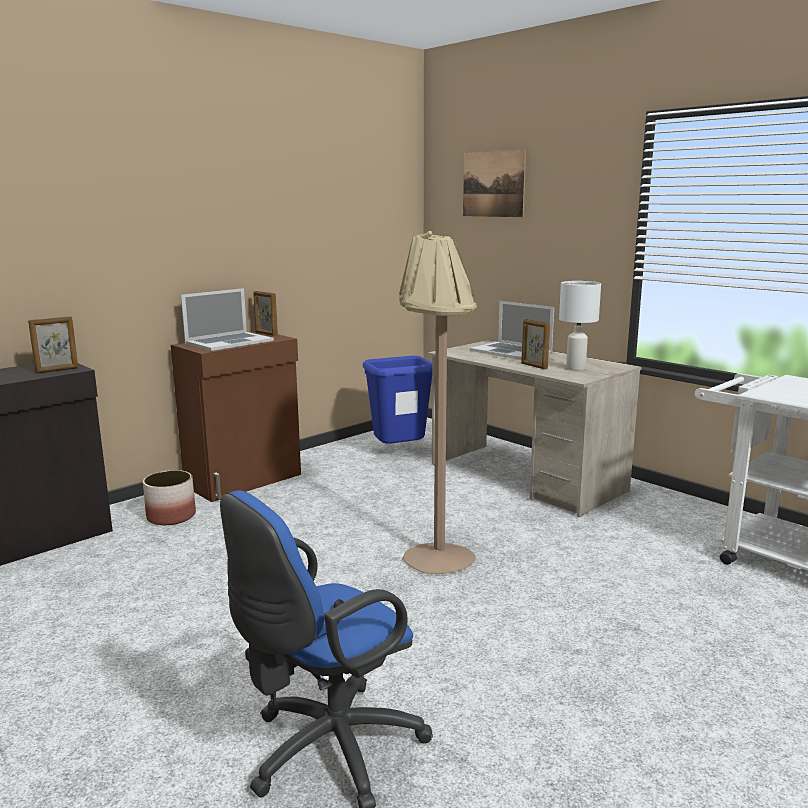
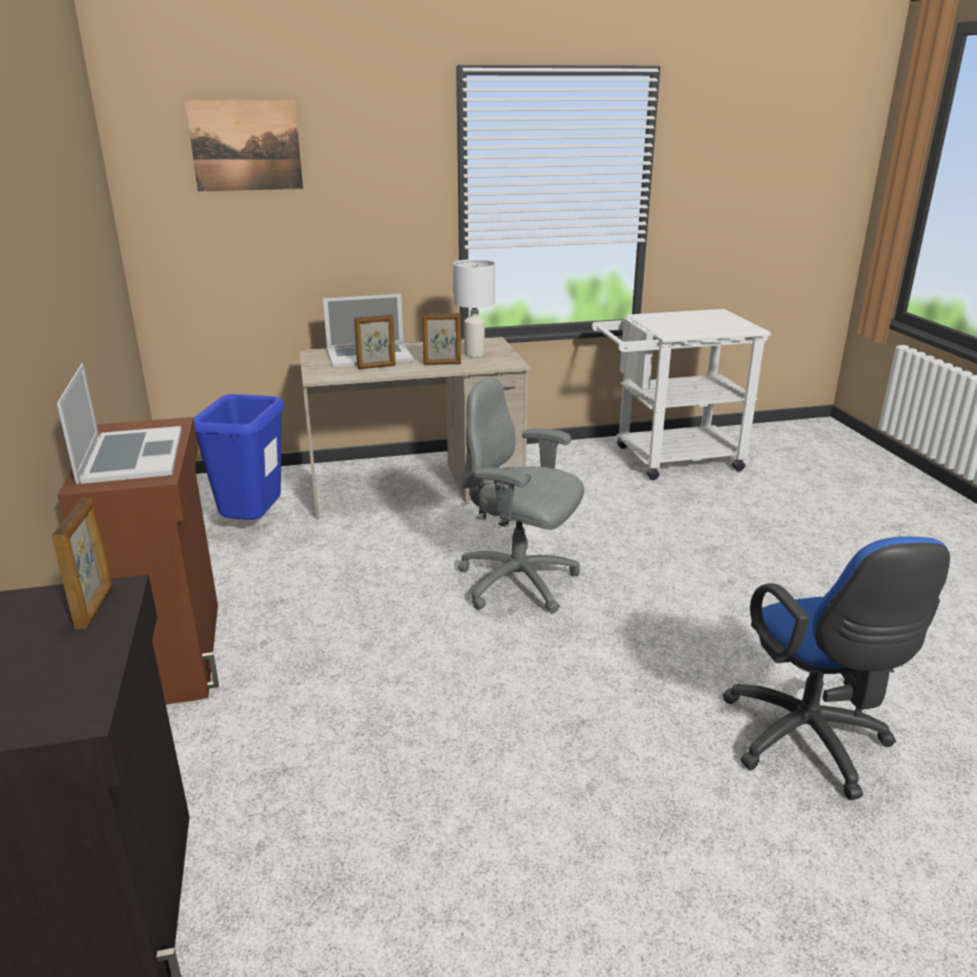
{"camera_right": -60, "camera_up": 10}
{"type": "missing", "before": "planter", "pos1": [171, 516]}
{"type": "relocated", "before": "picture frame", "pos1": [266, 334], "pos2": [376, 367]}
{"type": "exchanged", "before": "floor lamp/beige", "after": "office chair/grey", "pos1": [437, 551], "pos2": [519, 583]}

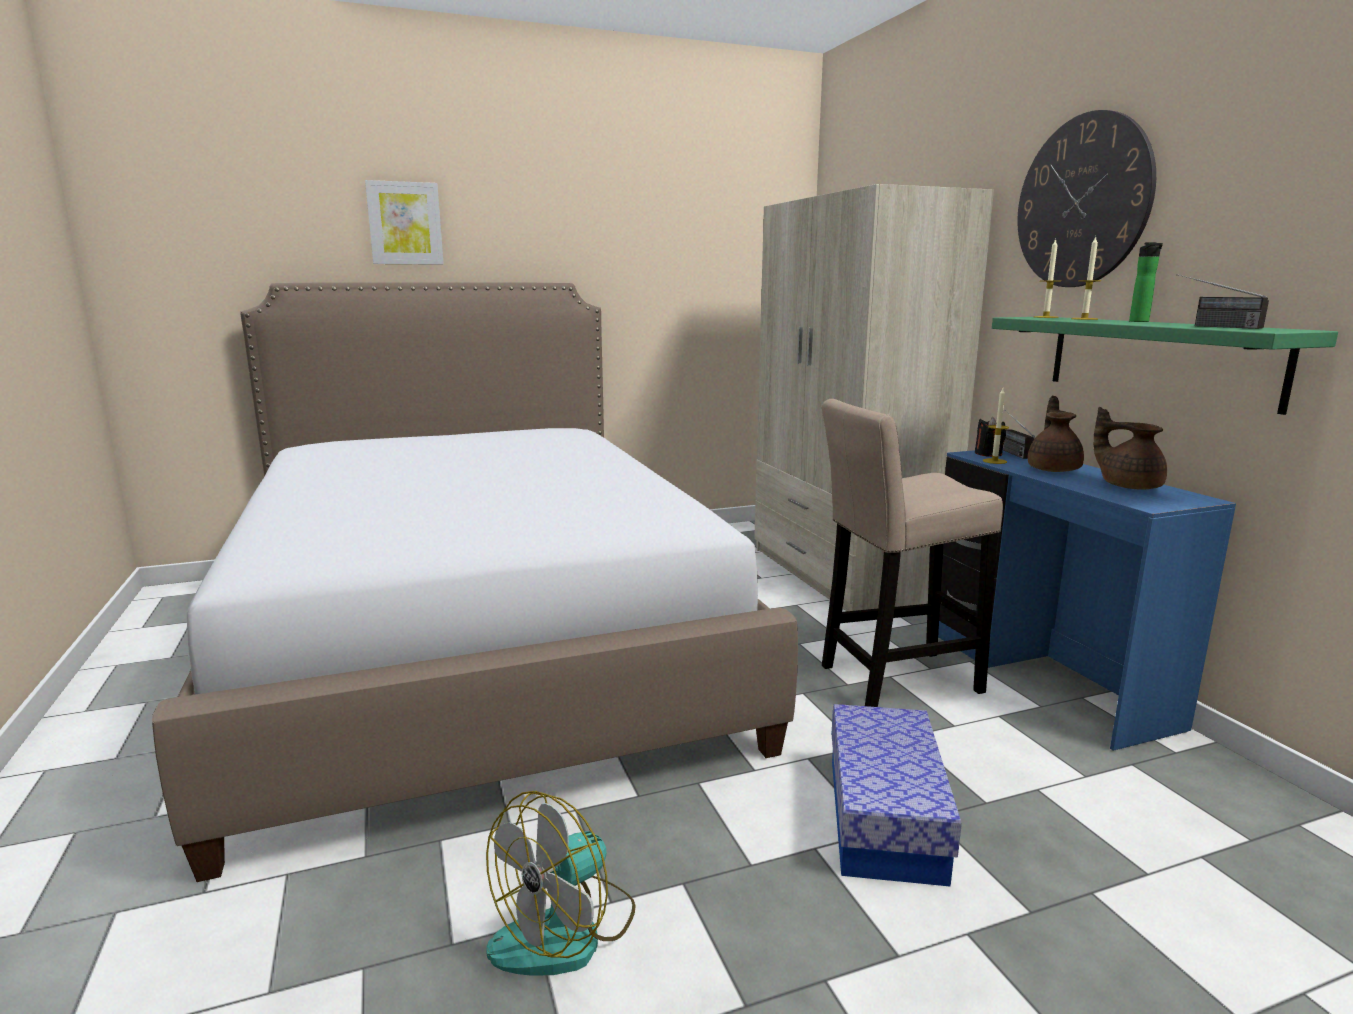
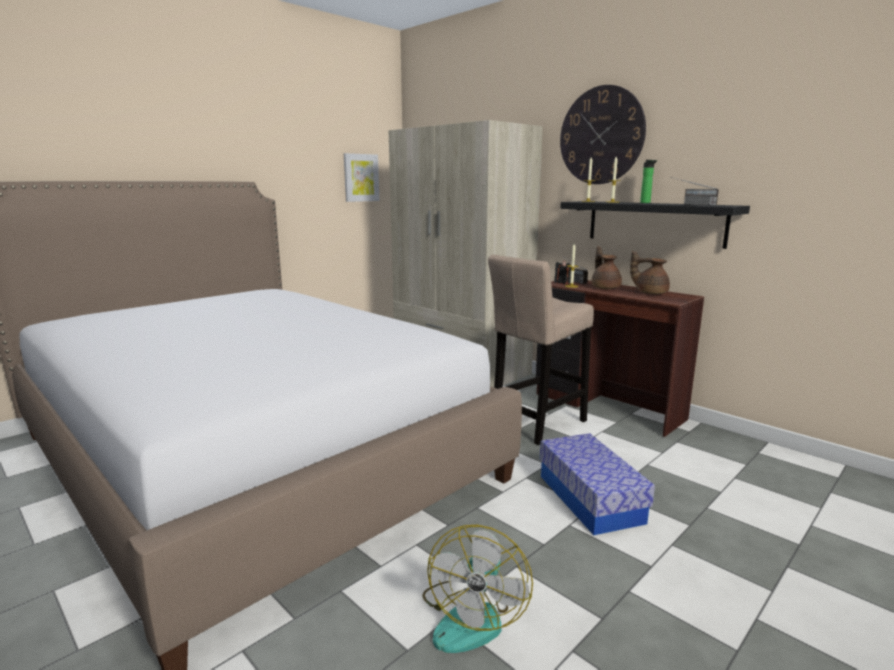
{"camera_right": -25, "camera_up": 0}
{"type": "relocated", "before": "picture", "pos1": [405, 223], "pos2": [361, 177]}
{"type": "colour", "before": "desk/blue", "after": "desk/brown", "pos1": [1043, 678], "pos2": [607, 407]}
{"type": "colour", "before": "shelf/green", "after": "shelf/black", "pos1": [1159, 359], "pos2": [654, 223]}

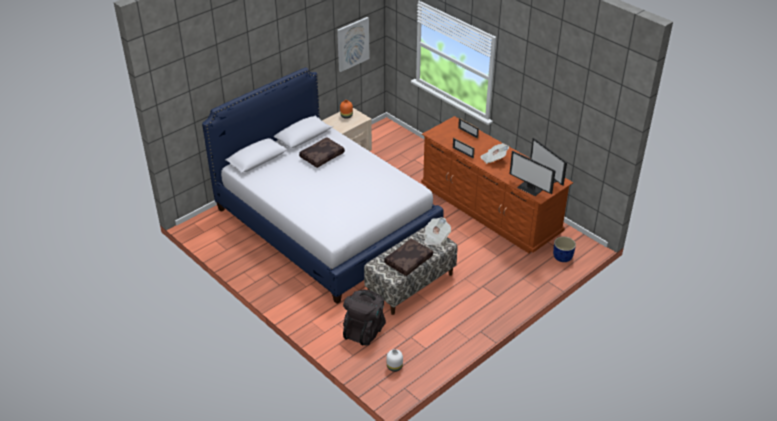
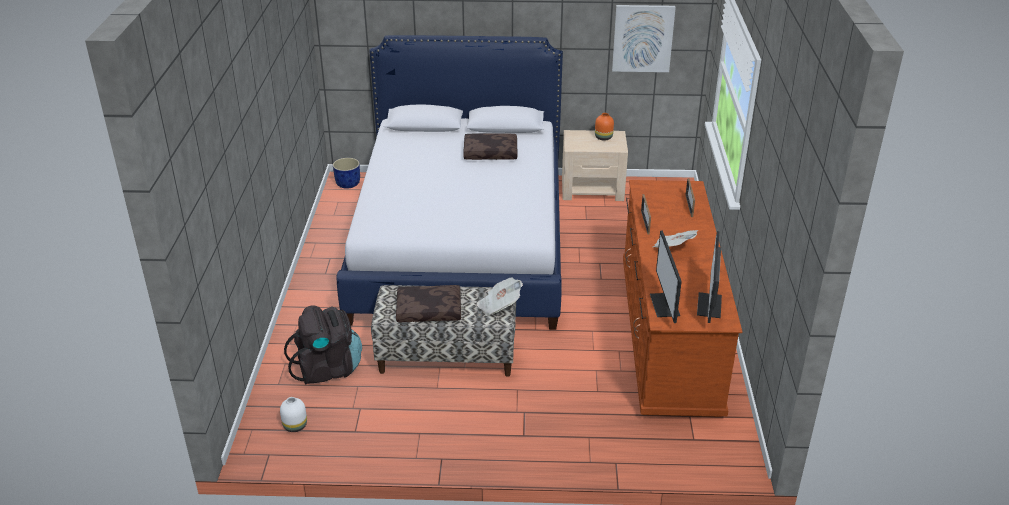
{"camera_right": 45, "camera_up": -5}
{"type": "relocated", "before": "planter/blue", "pos1": [563, 257], "pos2": [348, 184]}

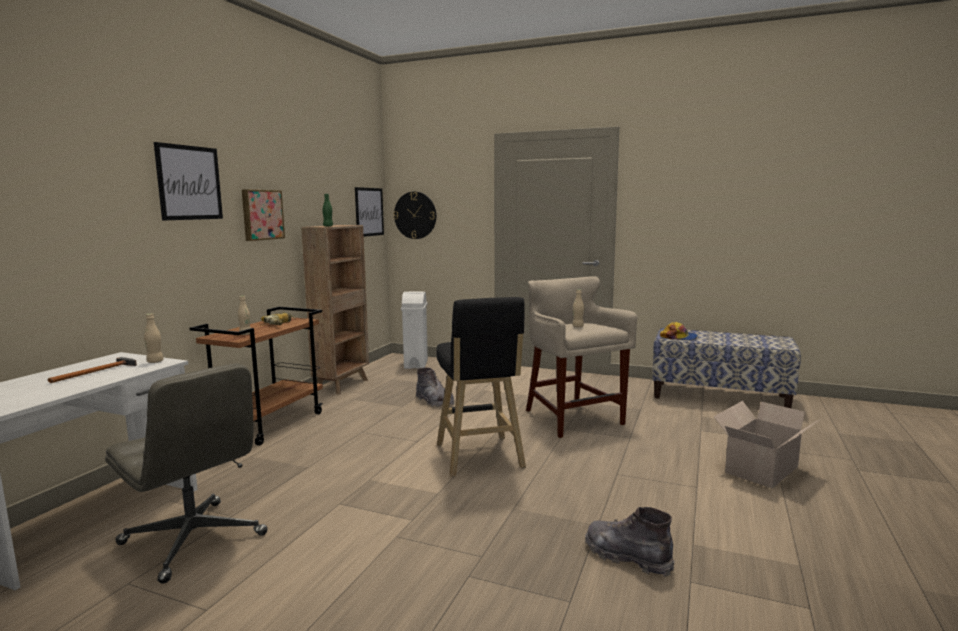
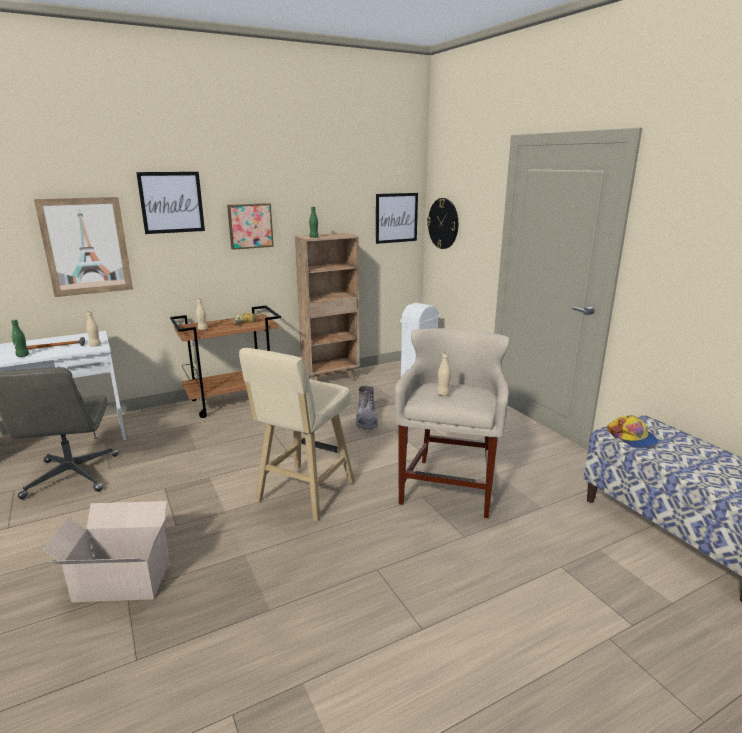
{"camera_right": 40, "camera_up": 10}
{"type": "missing", "before": "boot/grey", "pos1": [627, 557]}
{"type": "appeared", "after": "bottle/green", "pos2": [23, 356]}
{"type": "appeared", "after": "picture", "pos2": [86, 246]}
{"type": "relocated", "before": "cardboard box", "pos1": [760, 470], "pos2": [120, 580]}
{"type": "colour", "before": "stool/black", "after": "stool/beige", "pos1": [480, 458], "pos2": [303, 494]}

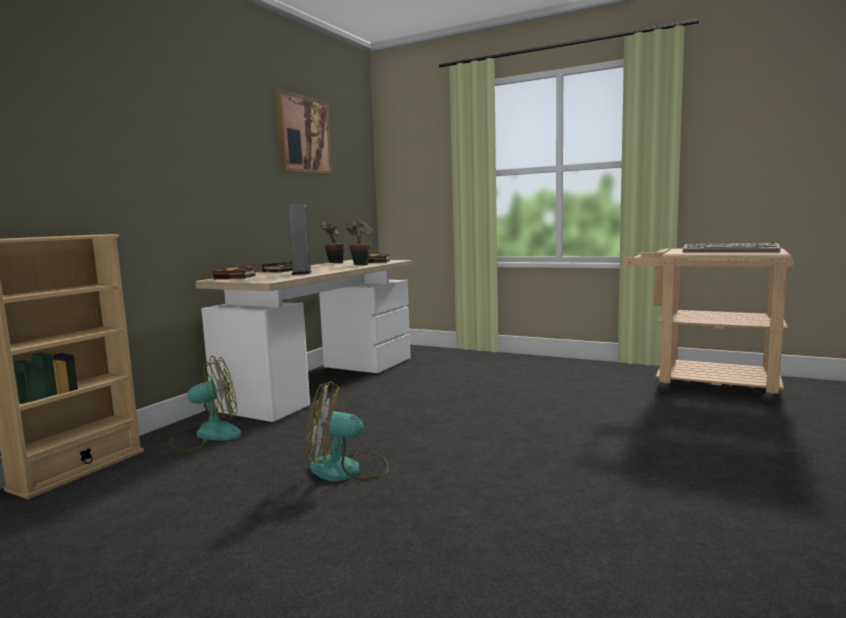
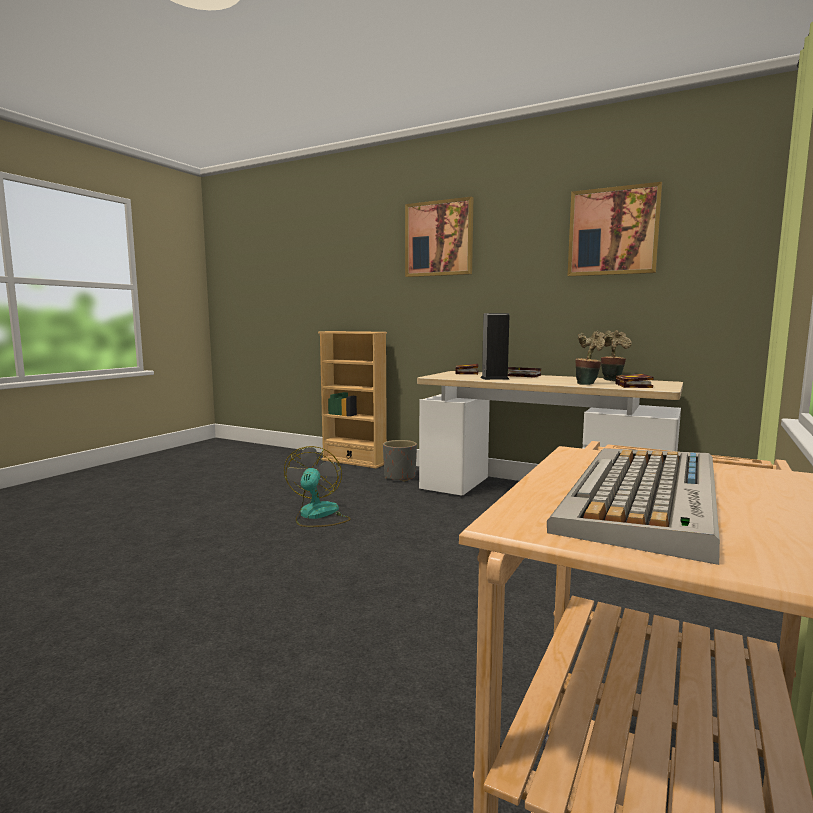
{"camera_right": 90, "camera_up": 0}
{"type": "appeared", "after": "picture", "pos2": [439, 239]}
{"type": "exchanged", "before": "fan", "after": "planter/grey", "pos1": [207, 435], "pos2": [400, 477]}

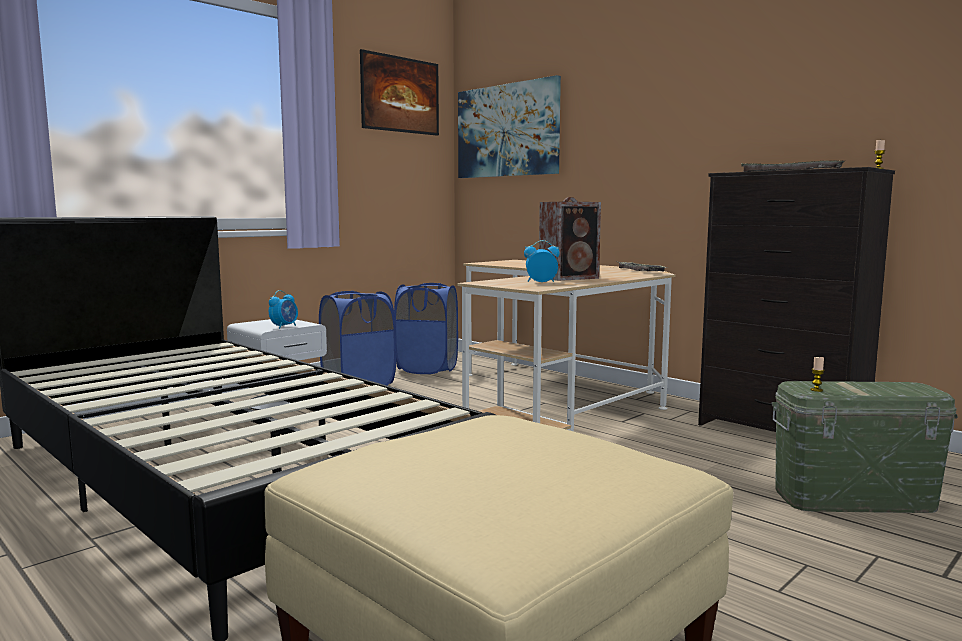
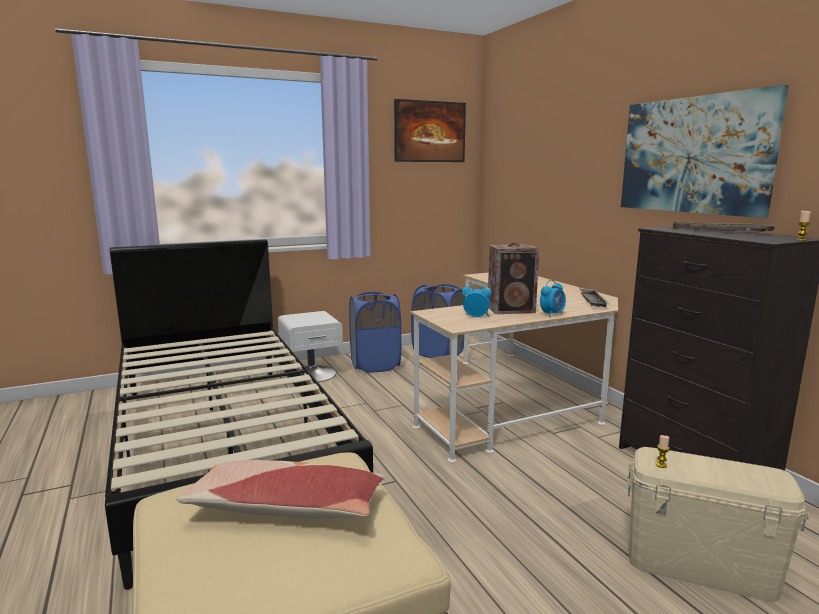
{"camera_right": 20, "camera_up": 5}
{"type": "appeared", "after": "pillow", "pos2": [285, 508]}
{"type": "relocated", "before": "alarm clock", "pos1": [284, 326], "pos2": [552, 314]}
{"type": "relocated", "before": "picture", "pos1": [507, 130], "pos2": [694, 155]}
{"type": "colour", "before": "storage box/green", "after": "storage box/beige", "pos1": [853, 499], "pos2": [699, 566]}

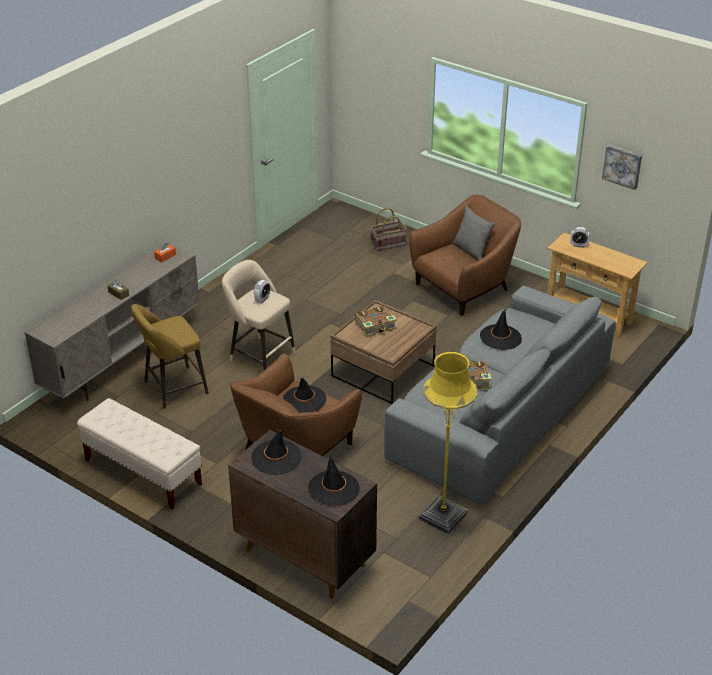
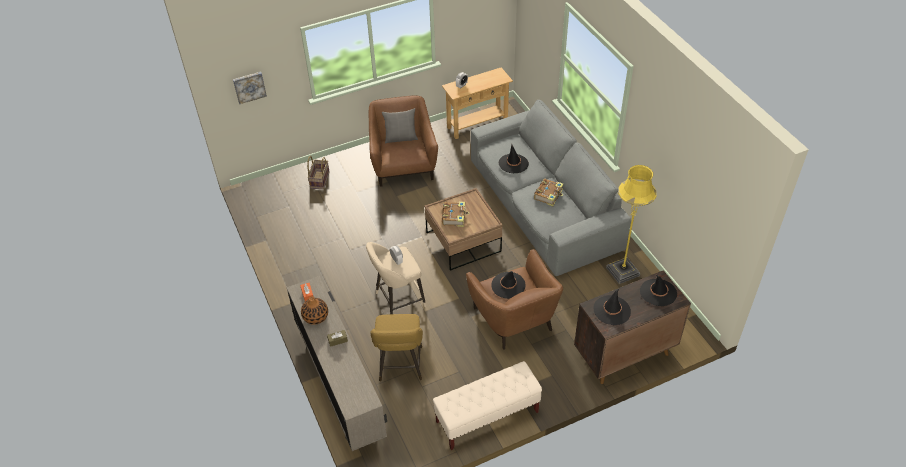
{"camera_right": -60, "camera_up": 10}
{"type": "appeared", "after": "vase", "pos2": [316, 316]}
{"type": "relocated", "before": "picture", "pos1": [622, 166], "pos2": [249, 87]}

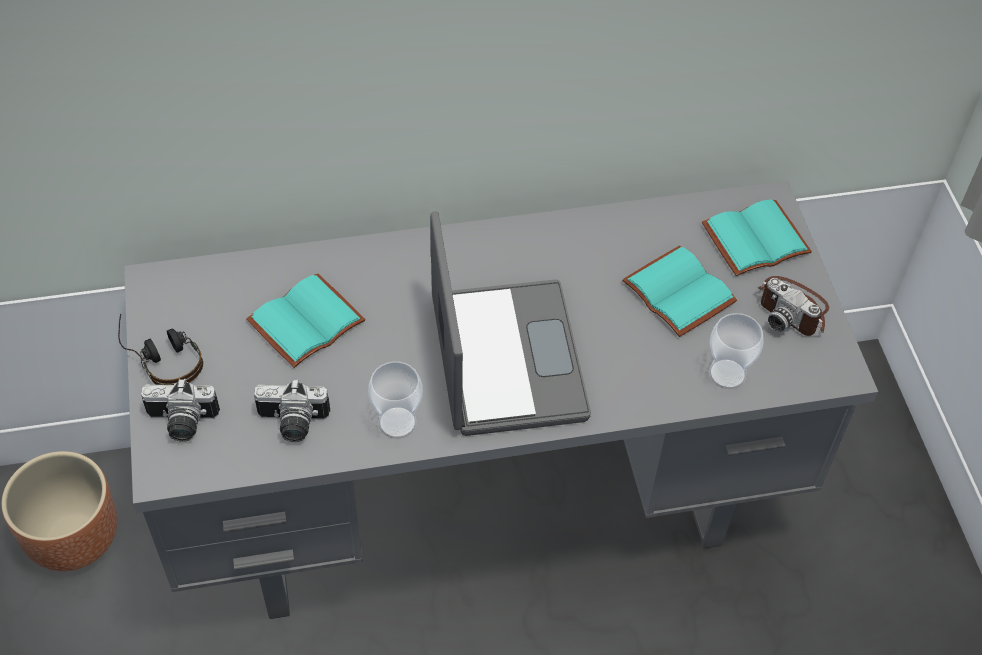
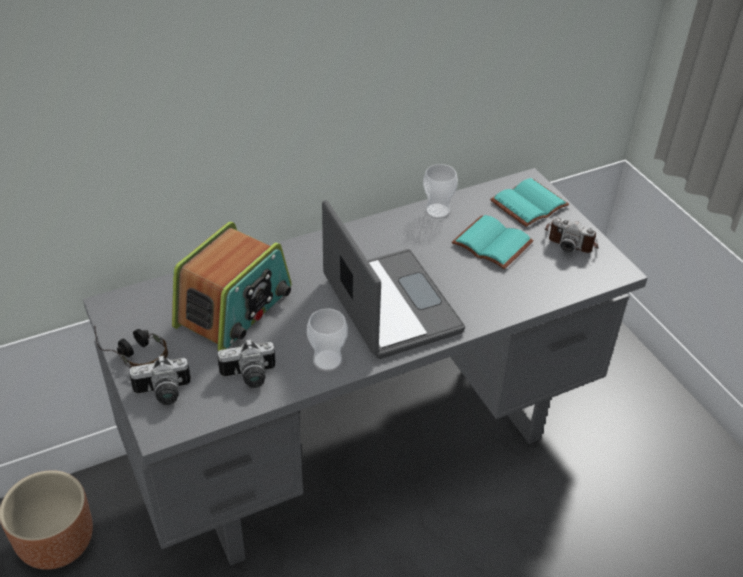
{"camera_right": -15, "camera_up": -10}
{"type": "relocated", "before": "cup", "pos1": [727, 374], "pos2": [437, 211]}
{"type": "exchanged", "before": "book/turquoise", "after": "radio", "pos1": [305, 319], "pos2": [235, 308]}

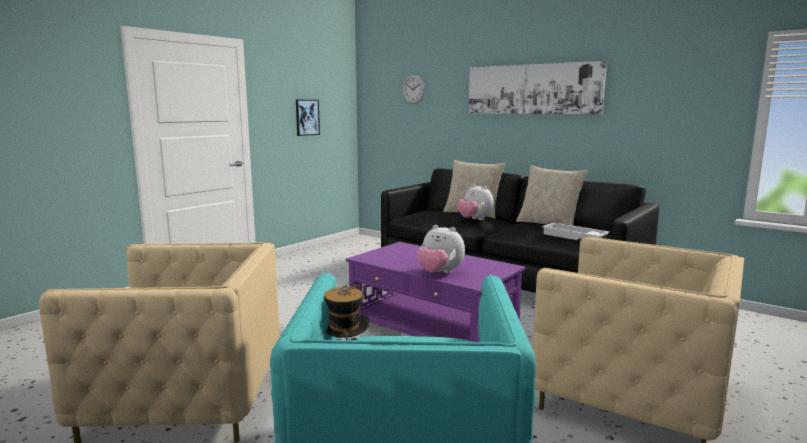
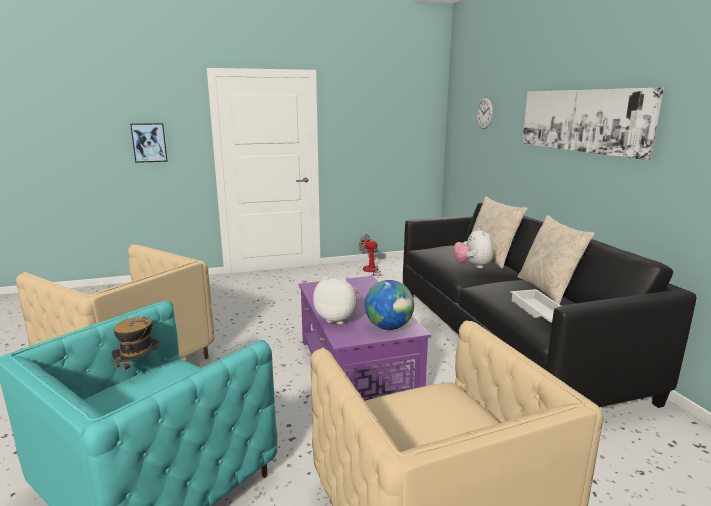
{"camera_right": 35, "camera_up": 5}
{"type": "appeared", "after": "fan", "pos2": [371, 271]}
{"type": "appeared", "after": "globe", "pos2": [388, 327]}
{"type": "relocated", "before": "picture", "pos1": [307, 117], "pos2": [149, 142]}
{"type": "spun", "before": "plush toy", "pos1": [439, 273], "pos2": [338, 319], "turn": 135}

